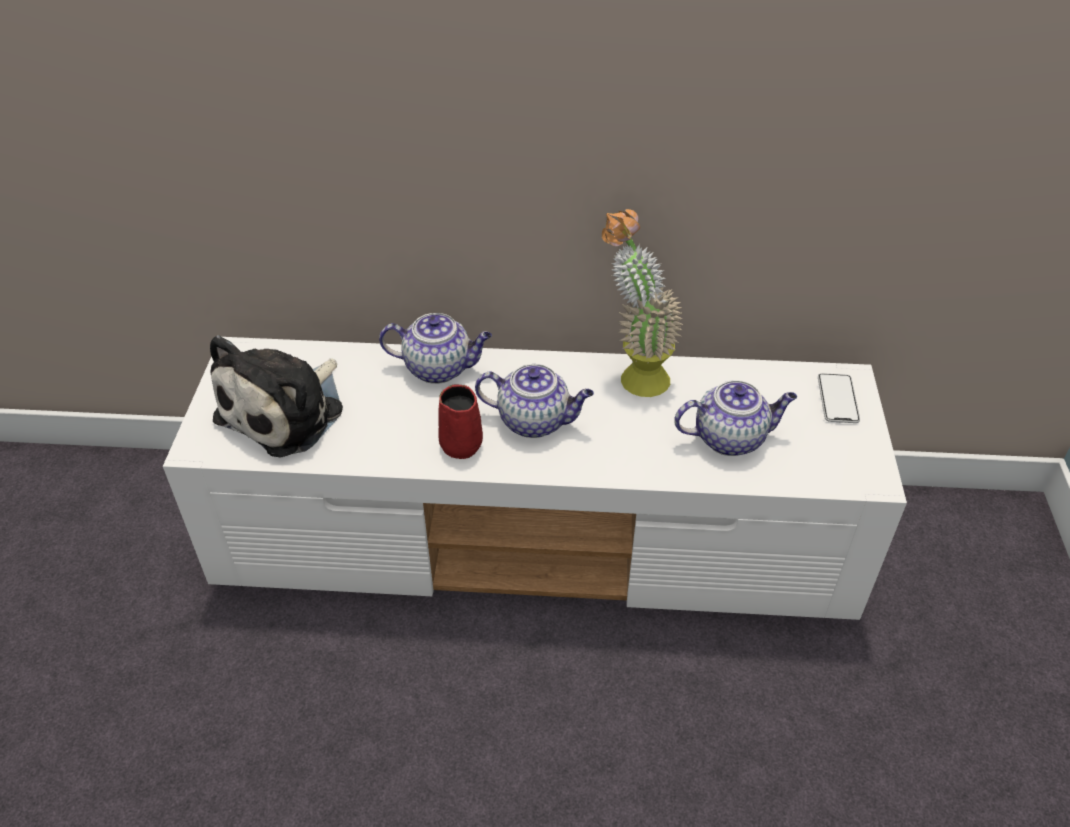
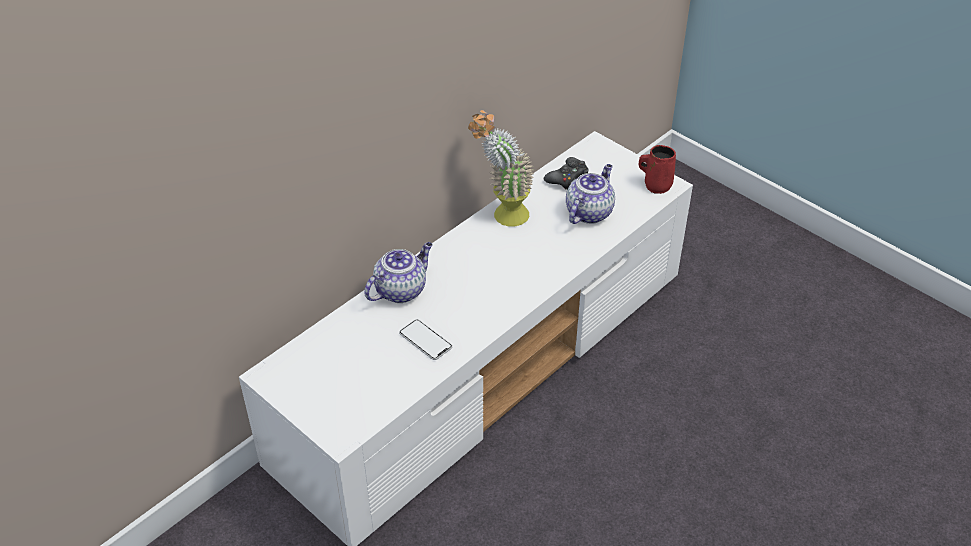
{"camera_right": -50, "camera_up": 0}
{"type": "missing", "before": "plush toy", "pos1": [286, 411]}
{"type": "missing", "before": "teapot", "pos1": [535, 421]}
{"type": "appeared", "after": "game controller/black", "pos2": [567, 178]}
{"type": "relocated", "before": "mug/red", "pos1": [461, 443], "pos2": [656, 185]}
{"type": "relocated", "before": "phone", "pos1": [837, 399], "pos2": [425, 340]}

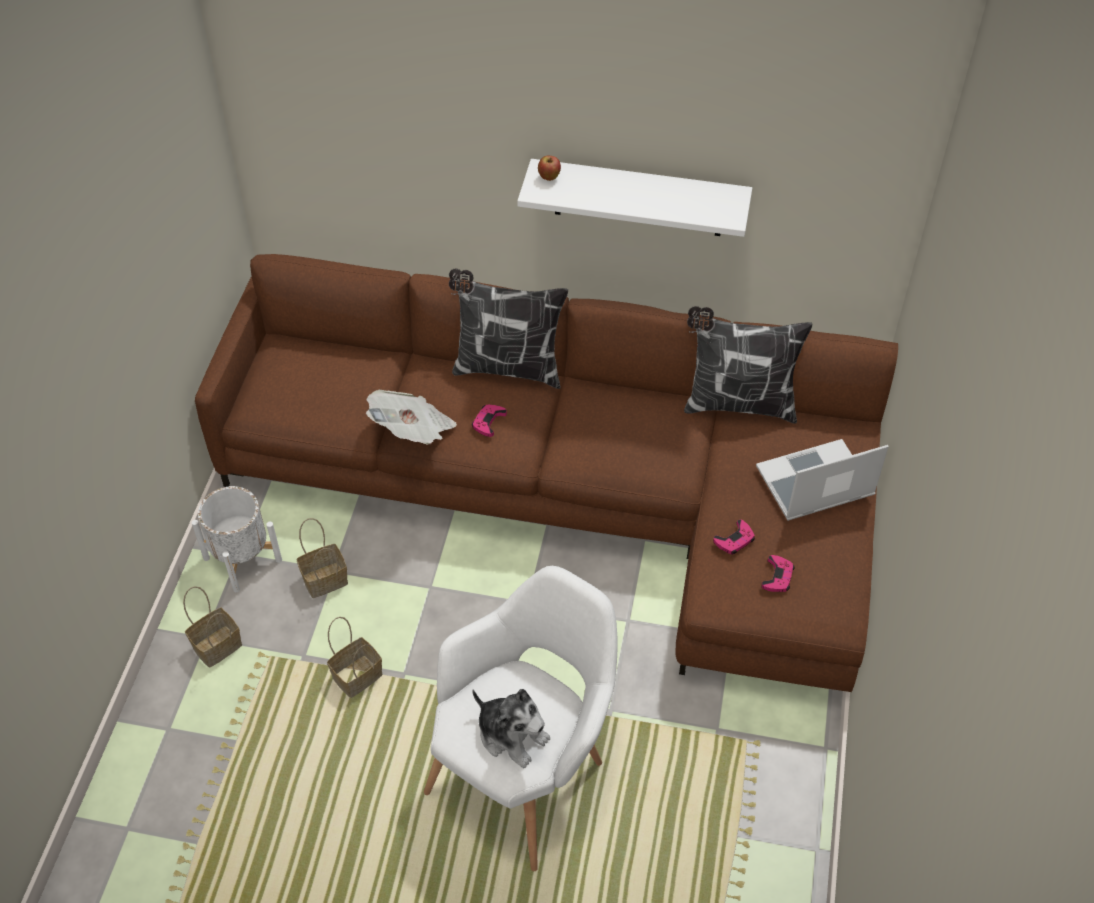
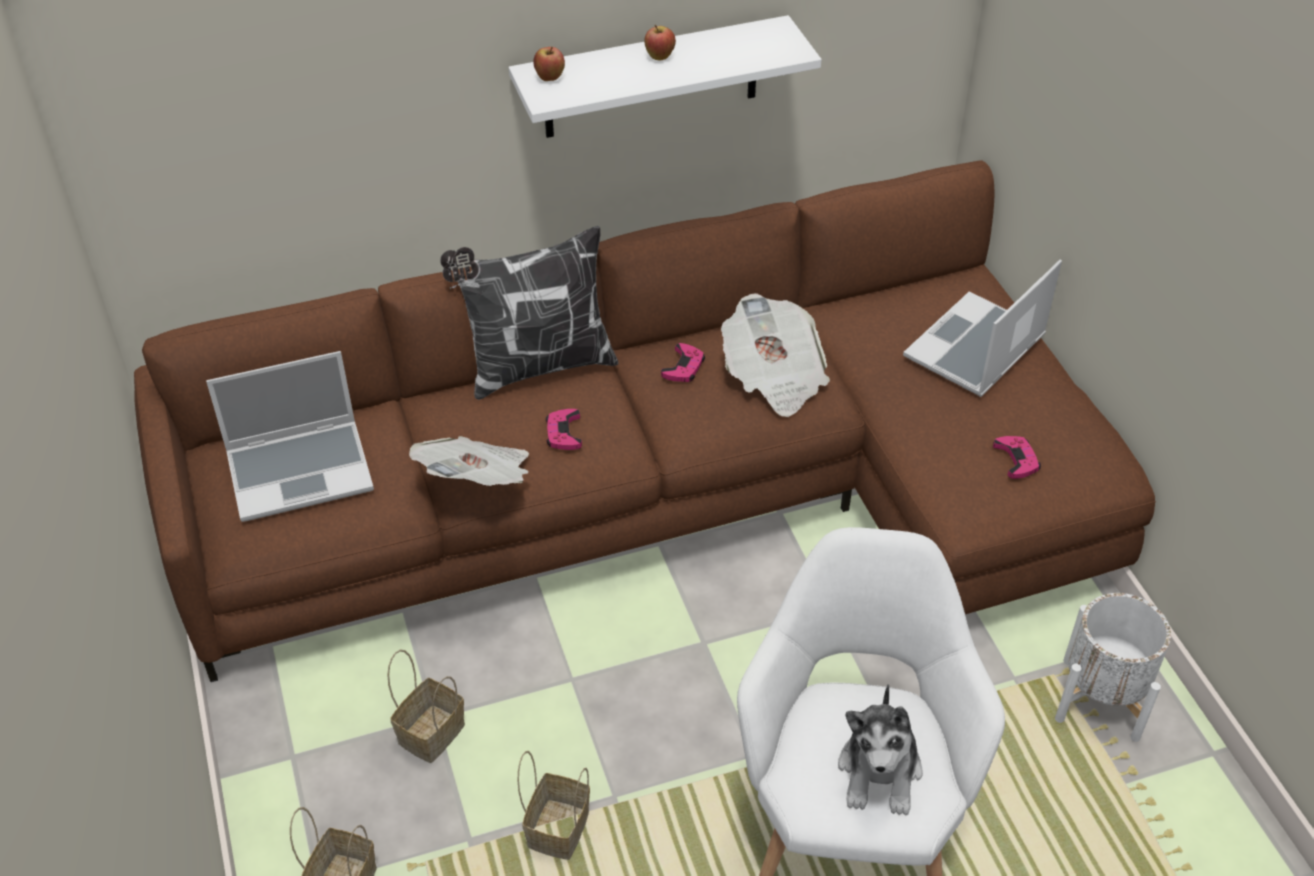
{"camera_right": -30, "camera_up": -5}
{"type": "missing", "before": "pillow", "pos1": [737, 404]}
{"type": "appeared", "after": "laptop", "pos2": [301, 471]}
{"type": "appeared", "after": "apple", "pos2": [659, 57]}
{"type": "appeared", "after": "newspaper", "pos2": [774, 377]}
{"type": "relocated", "before": "planter/white", "pos1": [243, 559], "pos2": [1101, 699]}
{"type": "relocated", "before": "game controller/pink", "pos1": [734, 540], "pos2": [683, 367]}
{"type": "spun", "before": "plush toy", "pos1": [511, 735], "pos2": [880, 771], "turn": 90}

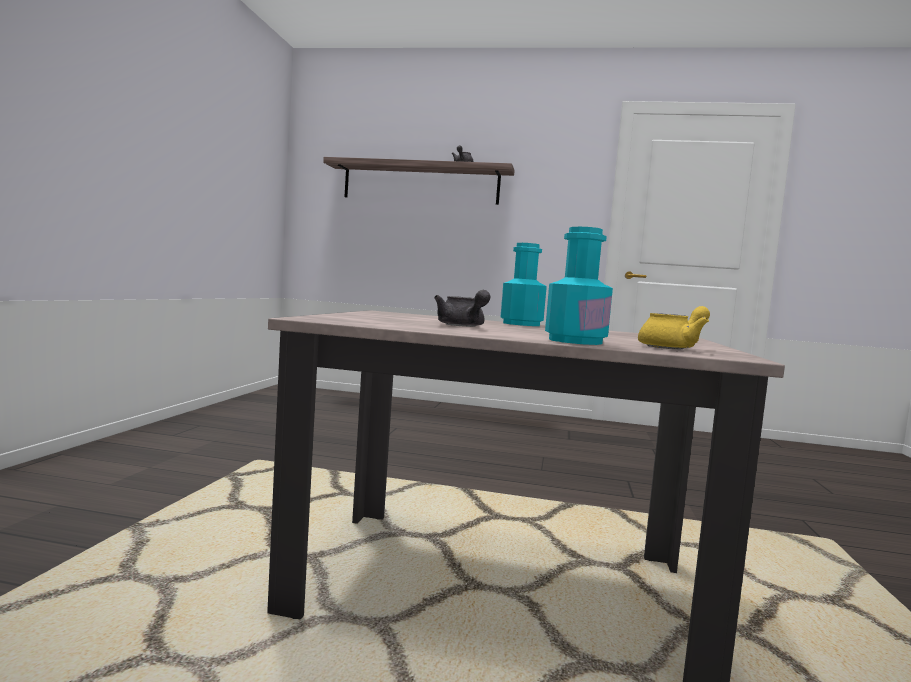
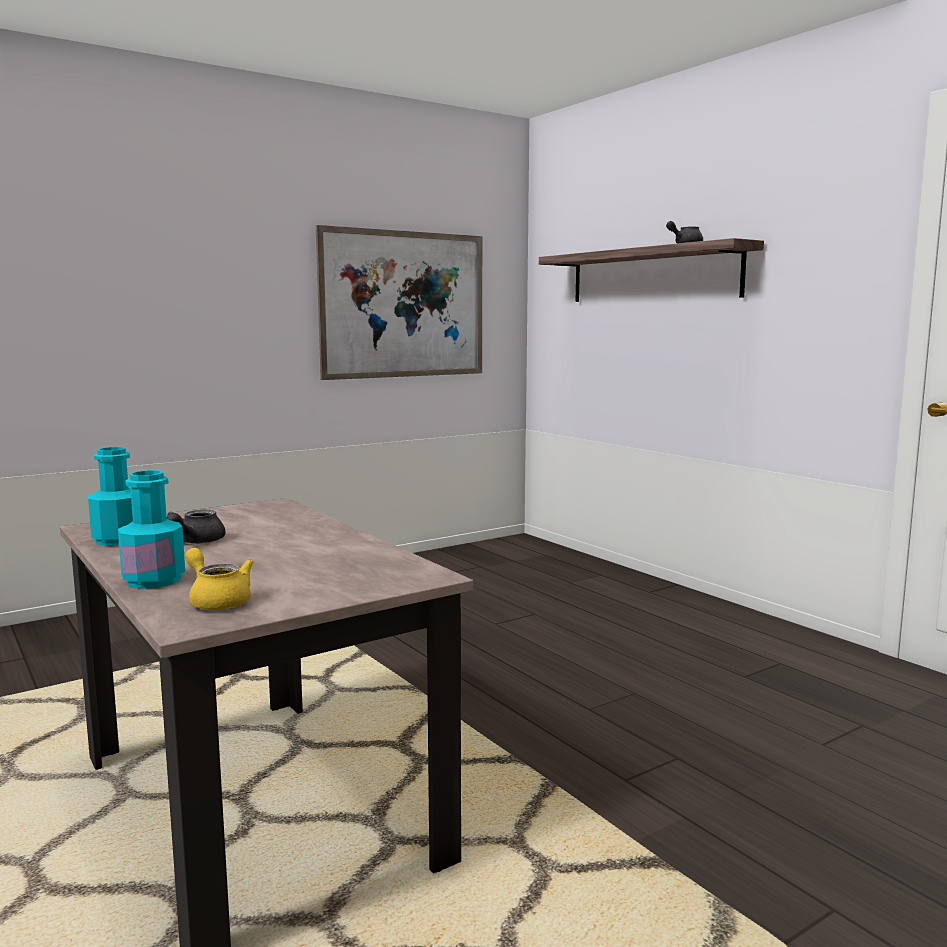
{"camera_right": 45, "camera_up": 5}
{"type": "appeared", "after": "picture", "pos2": [404, 304]}
{"type": "relocated", "before": "bottle/turquoise", "pos1": [521, 324], "pos2": [118, 540]}
{"type": "spun", "before": "teapot/yellow", "pos1": [673, 347], "pos2": [217, 601], "turn": -150}

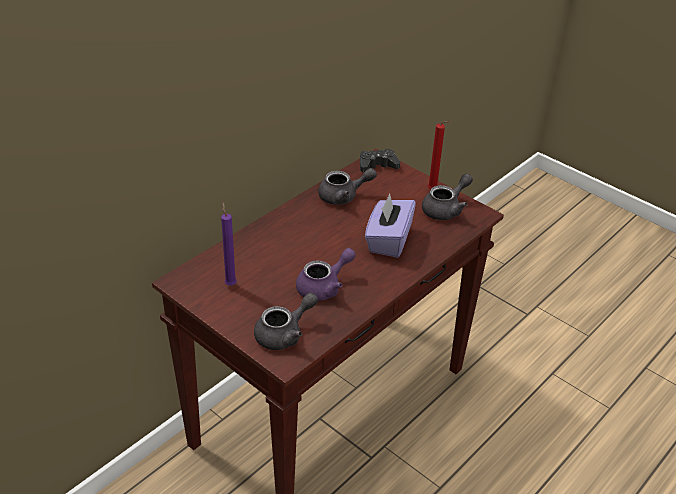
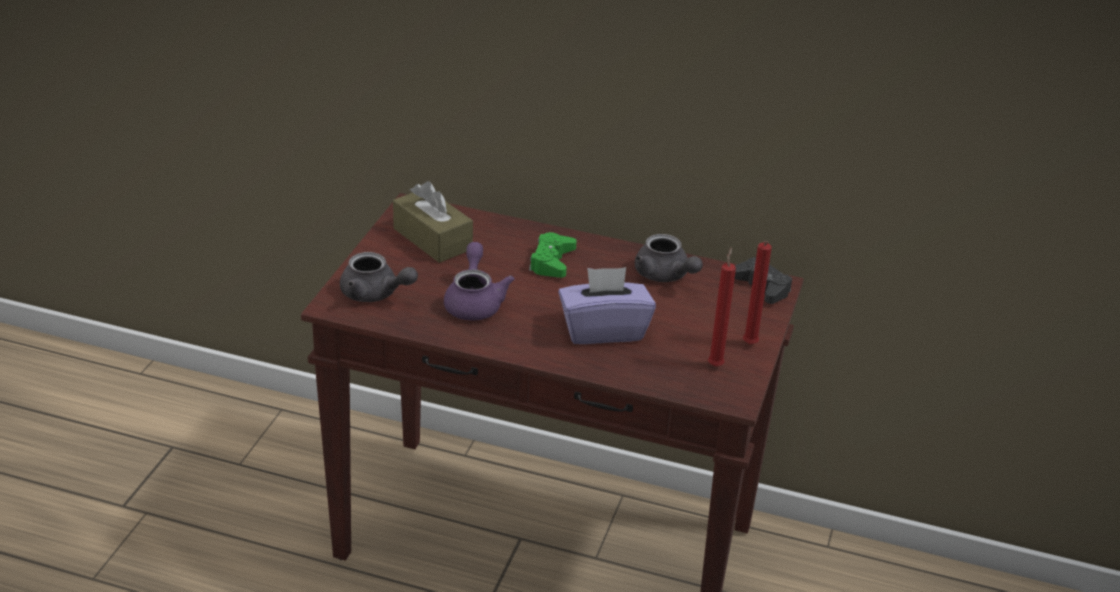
{"camera_right": 65, "camera_up": -5}
{"type": "appeared", "after": "game controller/green", "pos2": [552, 262]}
{"type": "exchanged", "before": "candle/purple", "after": "tissue box/brown", "pos1": [230, 284], "pos2": [432, 239]}
{"type": "exchanged", "before": "teapot/grey", "after": "candle/red", "pos1": [446, 209], "pos2": [716, 364]}
{"type": "spun", "before": "teapot/purple", "pos1": [324, 287], "pos2": [474, 302], "turn": -120}

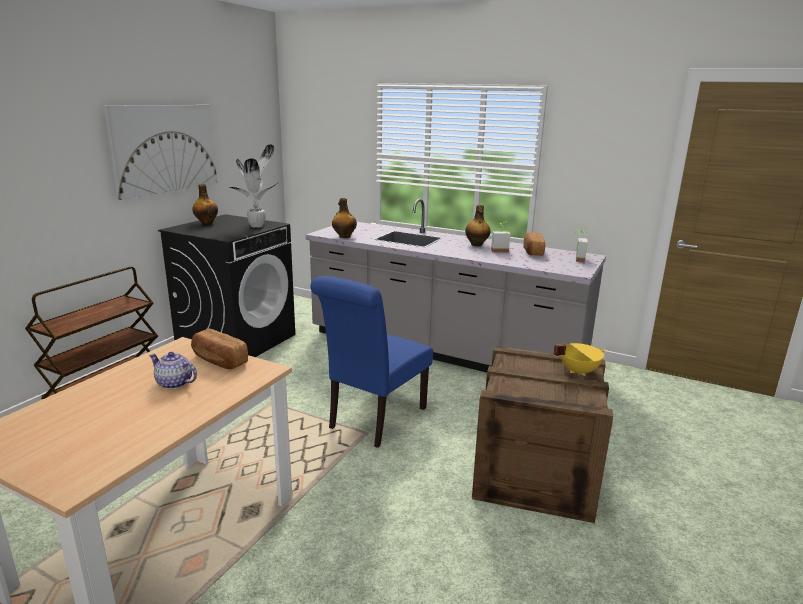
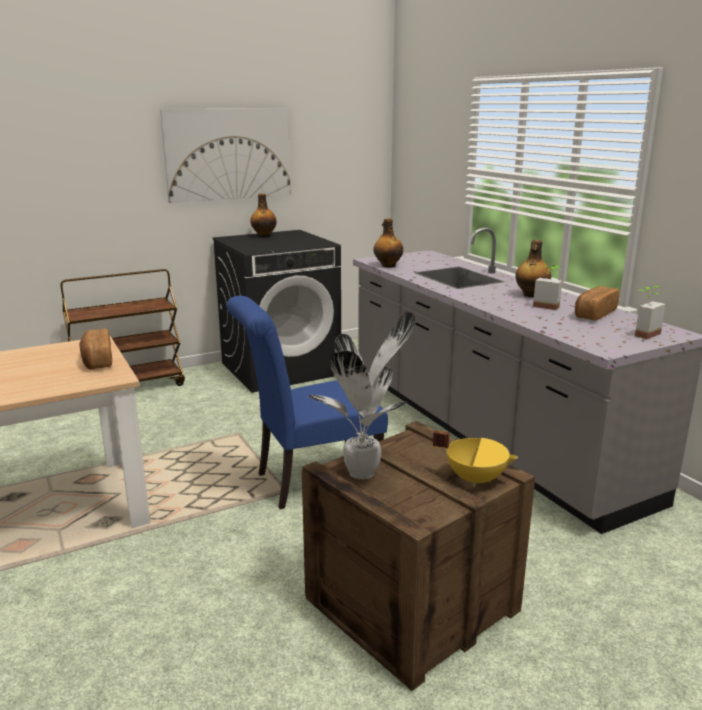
{"camera_right": 35, "camera_up": 0}
{"type": "missing", "before": "teapot", "pos1": [174, 383]}
{"type": "relocated", "before": "potted plant", "pos1": [258, 226], "pos2": [365, 472]}

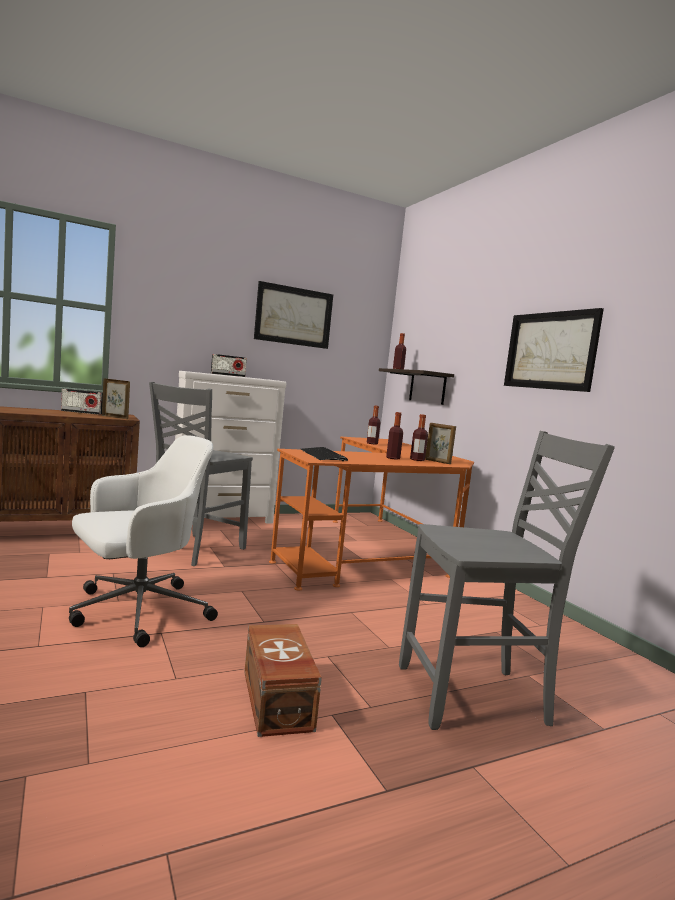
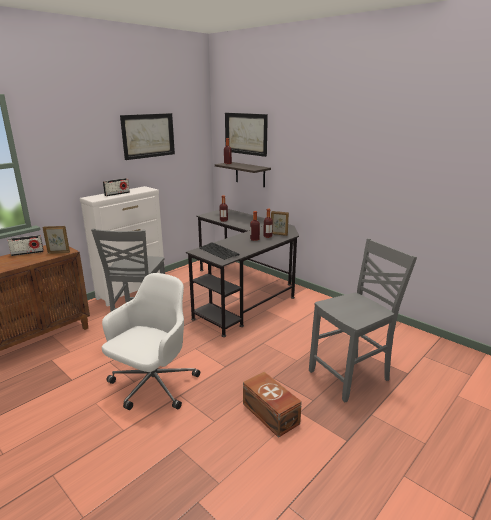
{"camera_right": -20, "camera_up": 15}
{"type": "relocated", "before": "picture", "pos1": [550, 351], "pos2": [246, 134]}
{"type": "colour", "before": "desk/orange", "after": "desk/black", "pos1": [376, 553], "pos2": [244, 291]}

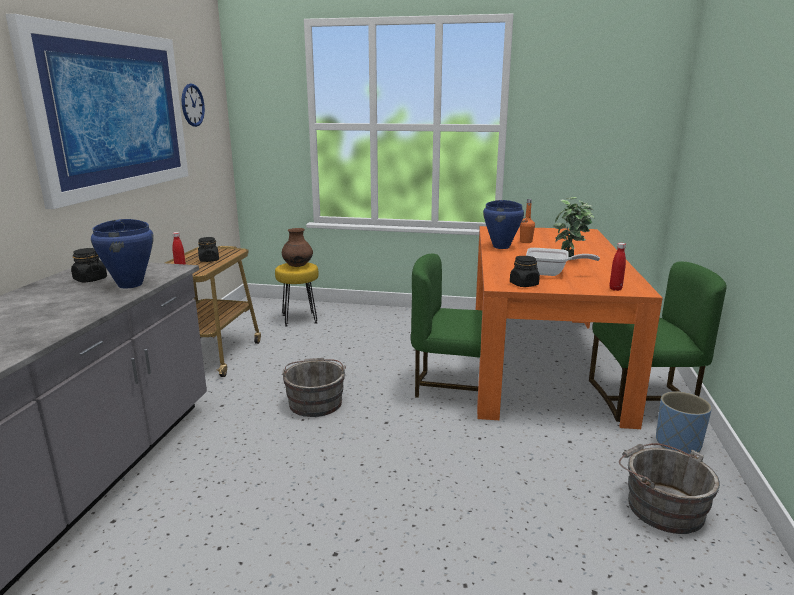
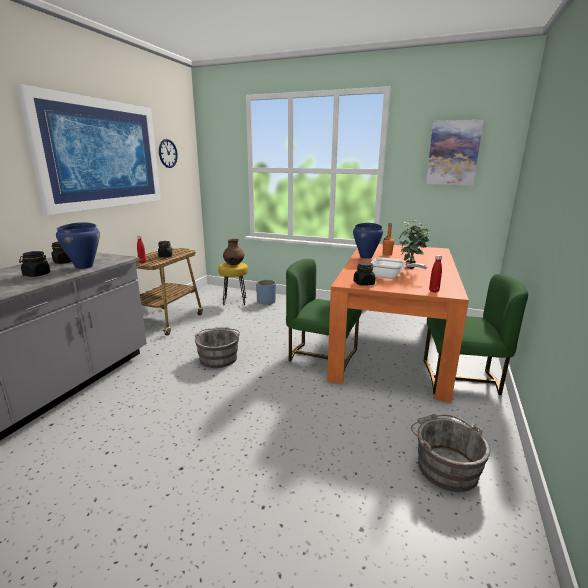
{"camera_right": 10, "camera_up": 0}
{"type": "appeared", "after": "jar/black", "pos2": [36, 275]}
{"type": "appeared", "after": "picture", "pos2": [453, 153]}
{"type": "relocated", "before": "planter/blue", "pos1": [678, 443], "pos2": [266, 302]}

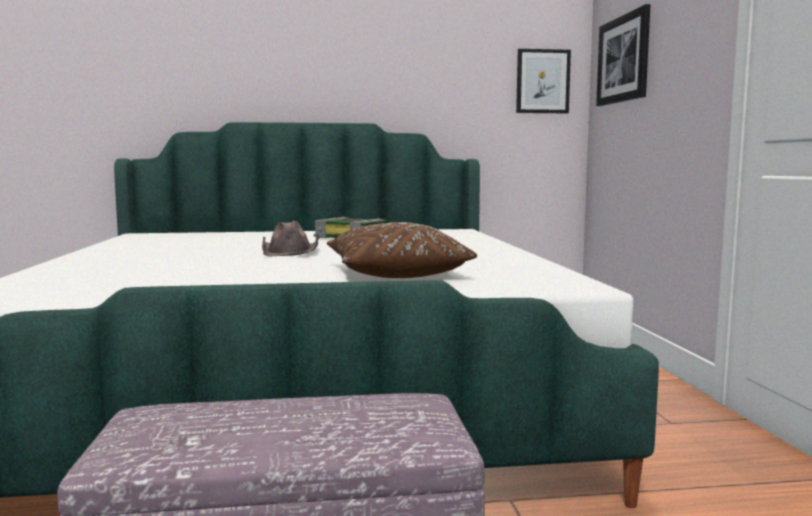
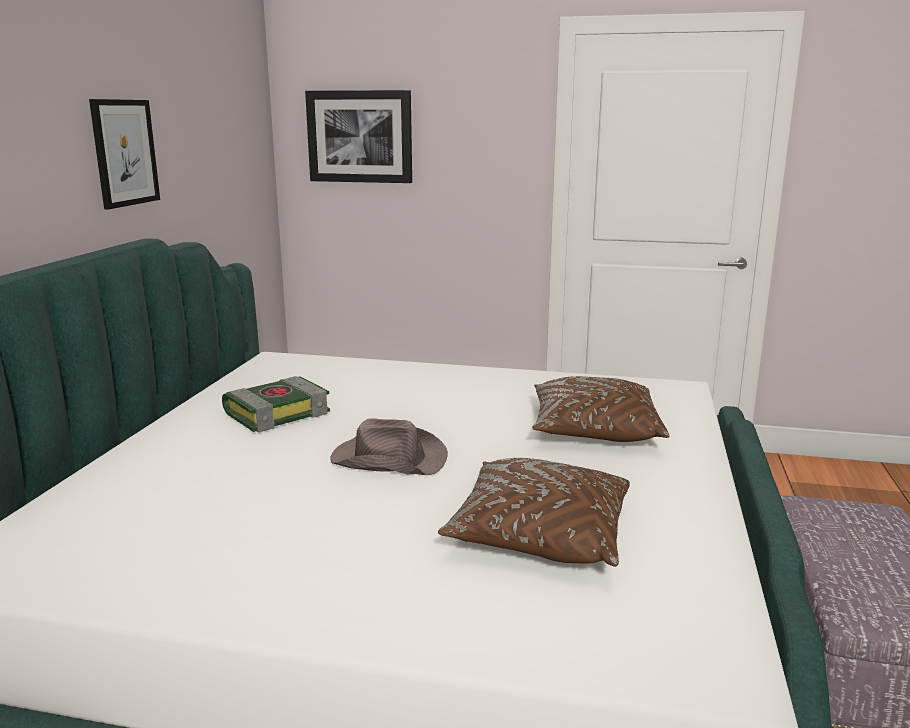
{"camera_right": -70, "camera_up": 10}
{"type": "appeared", "after": "pillow/brown", "pos2": [539, 536]}
{"type": "relocated", "before": "picture", "pos1": [542, 81], "pos2": [124, 153]}

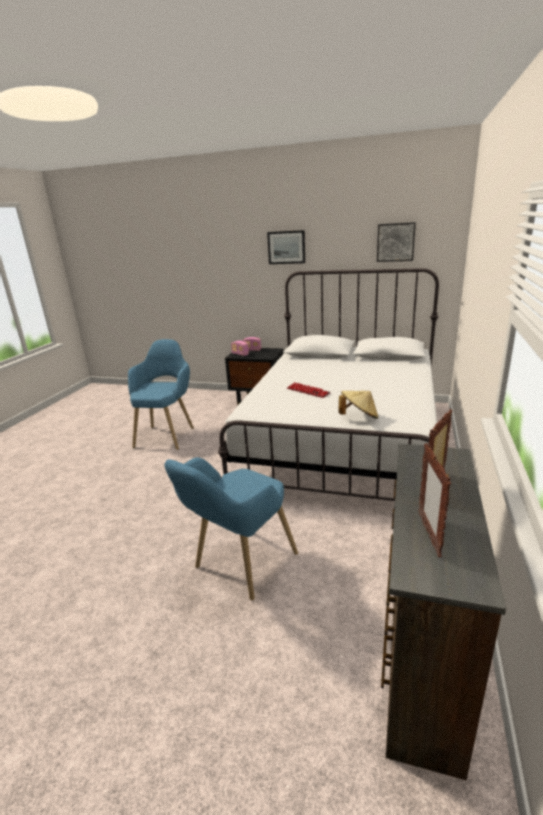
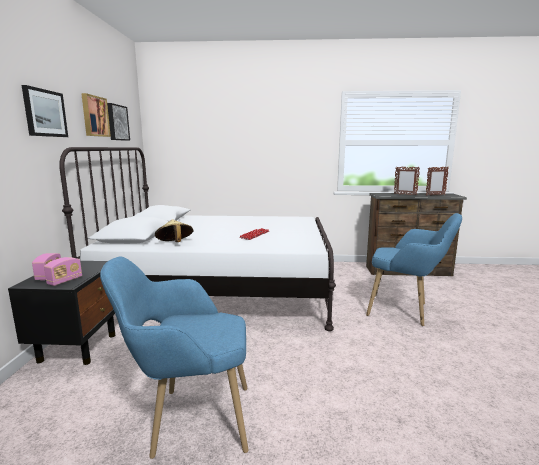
{"camera_right": -105, "camera_up": -10}
{"type": "appeared", "after": "picture", "pos2": [94, 116]}
{"type": "relocated", "before": "hat/beige", "pos1": [359, 417], "pos2": [174, 244]}

